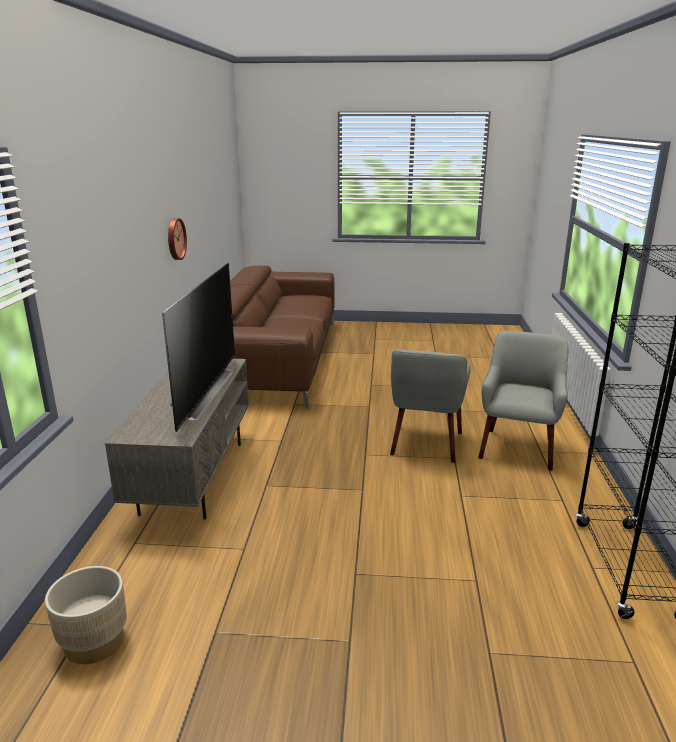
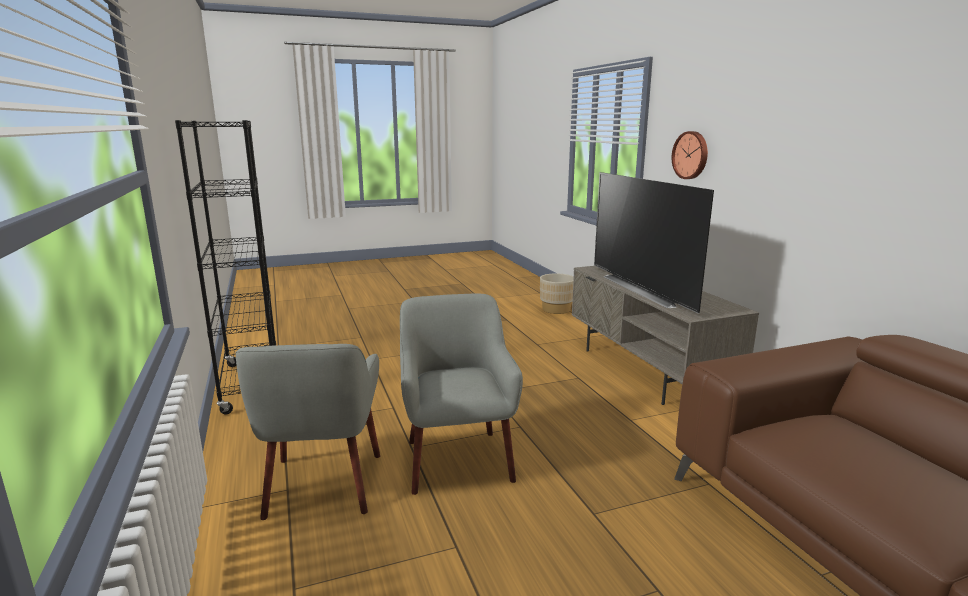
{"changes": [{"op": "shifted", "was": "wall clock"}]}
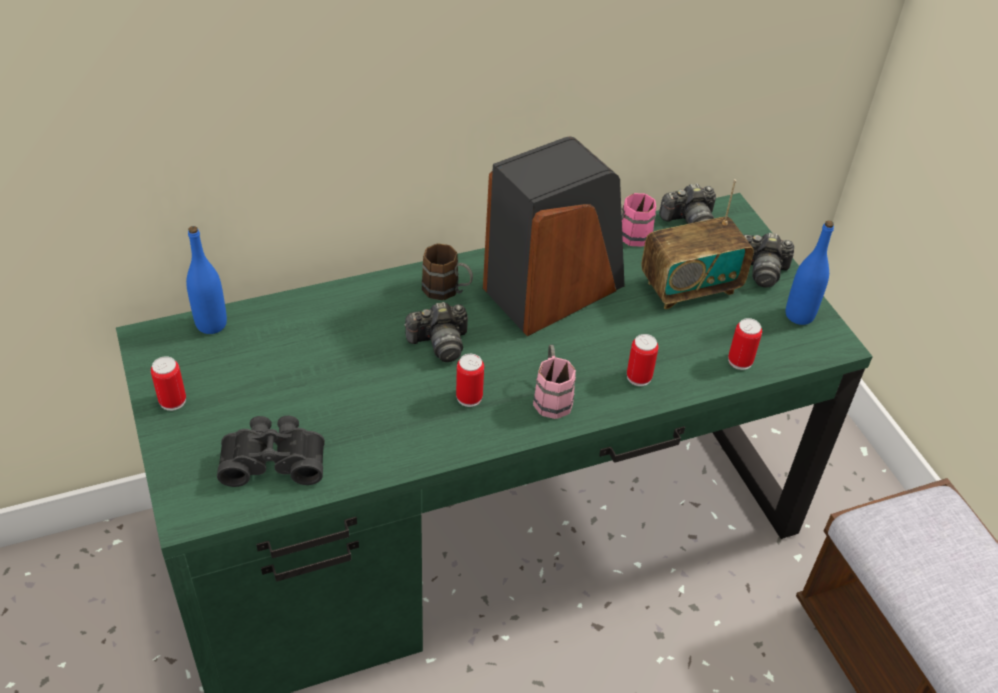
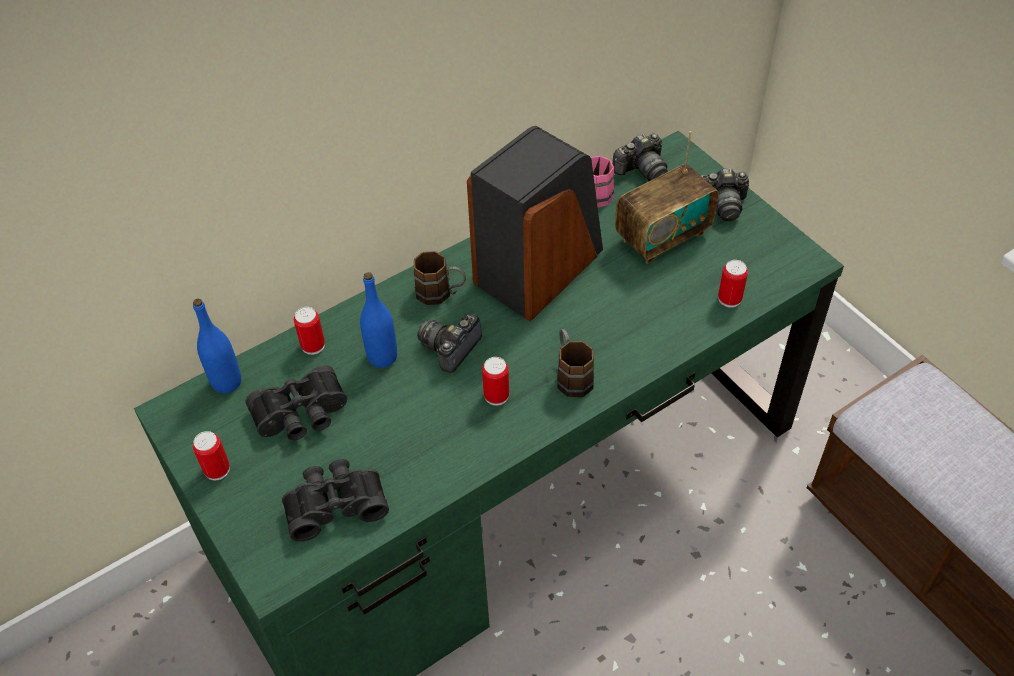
{"changes": [{"op": "rotated", "was": "photo camera (no. 1 from left)", "clockwise": 150}, {"op": "repainted", "was": "pink mug (no. 1 from left)", "now": "brown mug (no. 2 from left)"}, {"op": "shifted", "was": "can (no. 3 from left in the first image)", "now": "can (no. 2 from left)"}, {"op": "shifted", "was": "blue bottle (no. 2 from left)"}, {"op": "new", "now": "black binoculars (no. 1 from left)"}]}
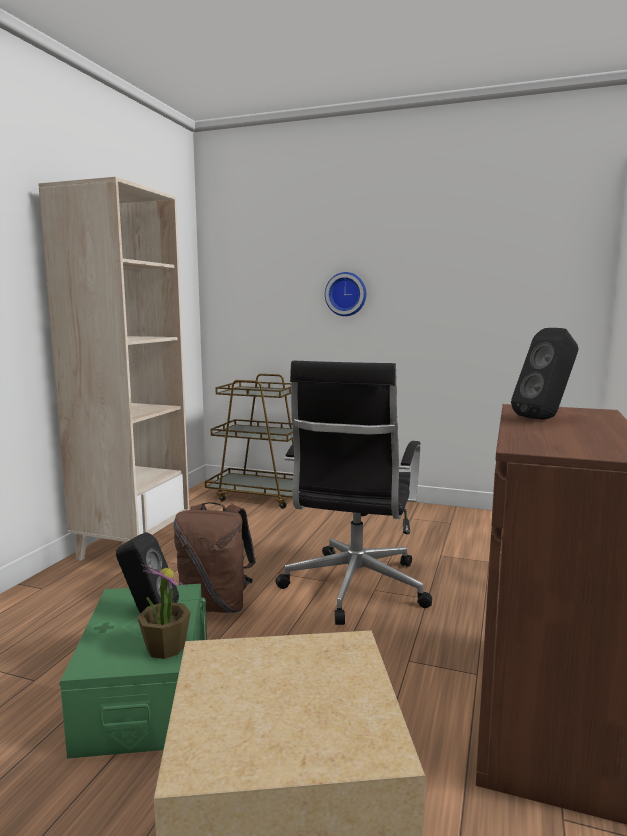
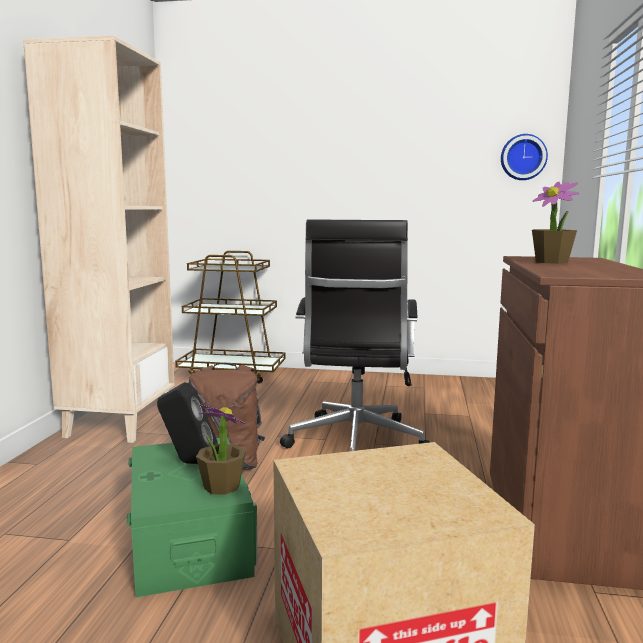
{"changes": [{"op": "shifted", "was": "wall clock"}, {"op": "swapped", "was": "black speaker (no. 2 from left)", "now": "potted plant (no. 2 from left)"}]}
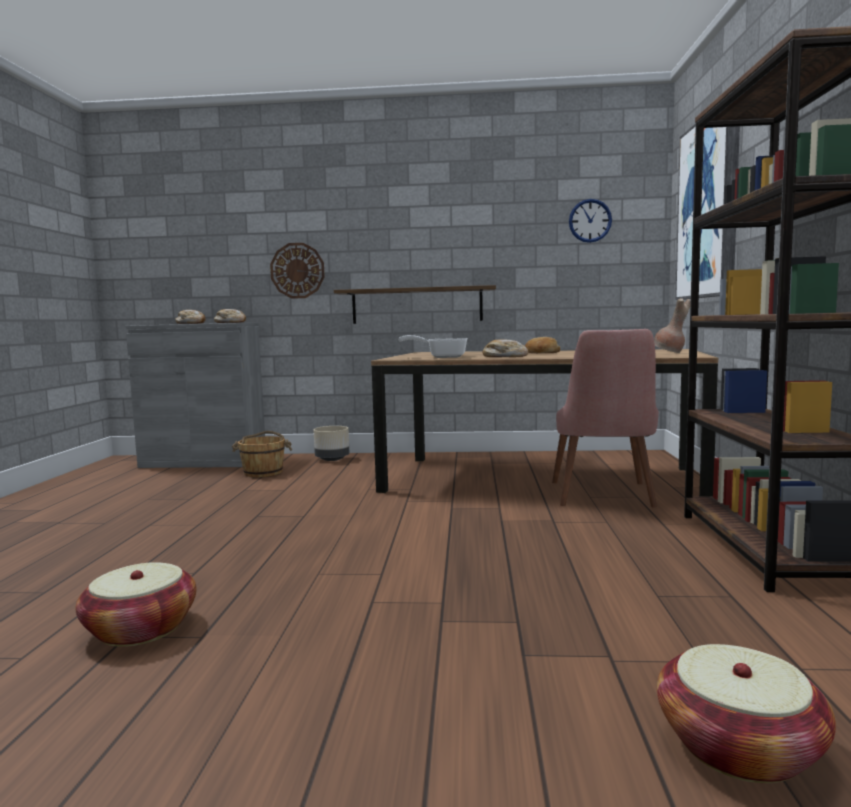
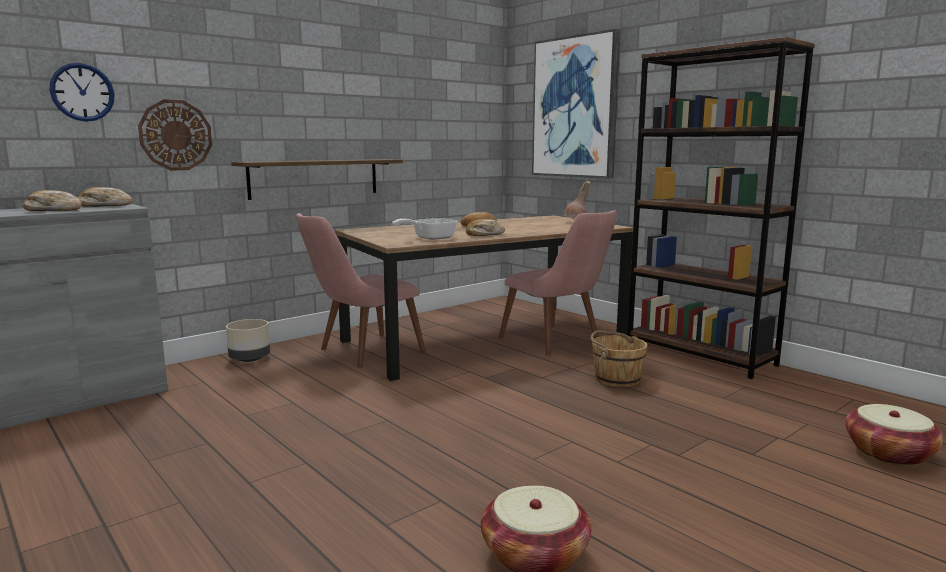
{"changes": [{"op": "shifted", "was": "brown bucket"}, {"op": "shifted", "was": "wall clock (no. 2 from left in the first image)", "now": "wall clock (no. 1 from left)"}, {"op": "new", "now": "pink chair (no. 1 from left)"}]}
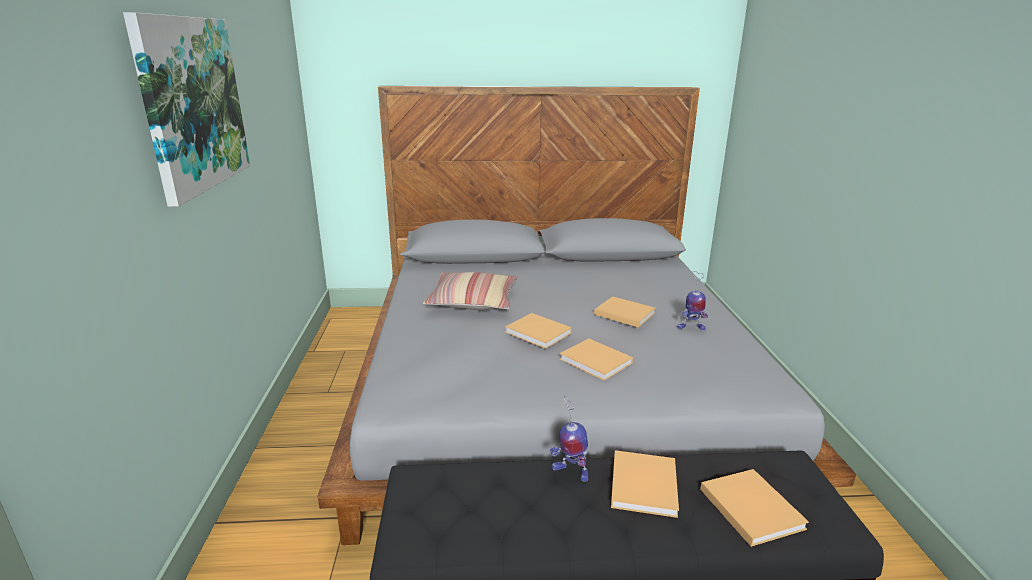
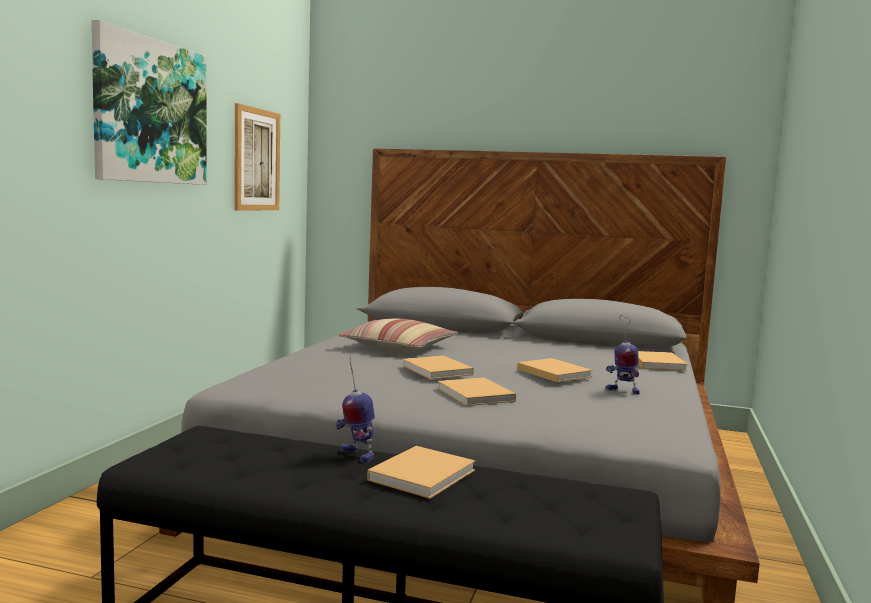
{"changes": [{"op": "shifted", "was": "beige book (no. 5 from left)"}, {"op": "new", "now": "picture (no. 2 from left)"}]}
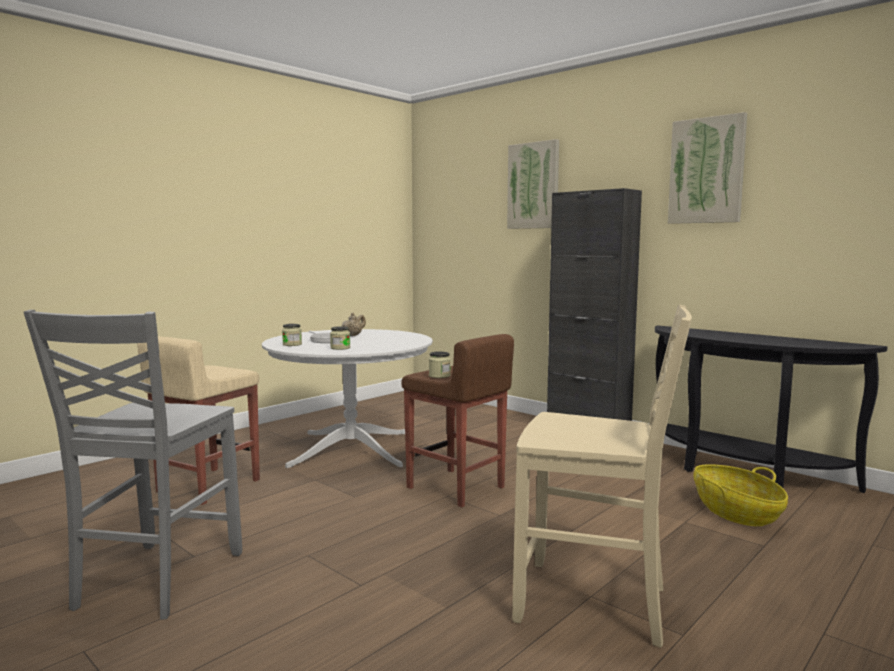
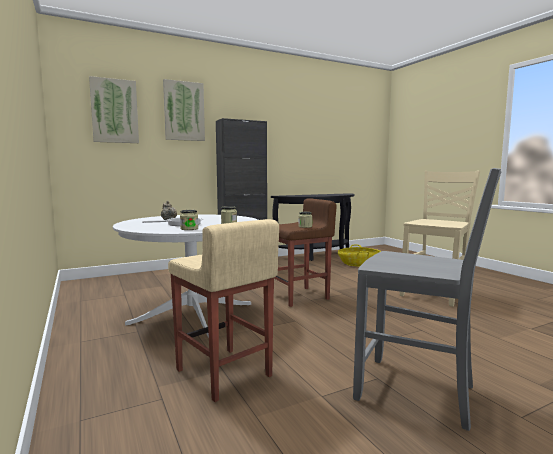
{"changes": [{"op": "shifted", "was": "picture (no. 2 from left in the first image)", "now": "picture (no. 1 from left)"}]}
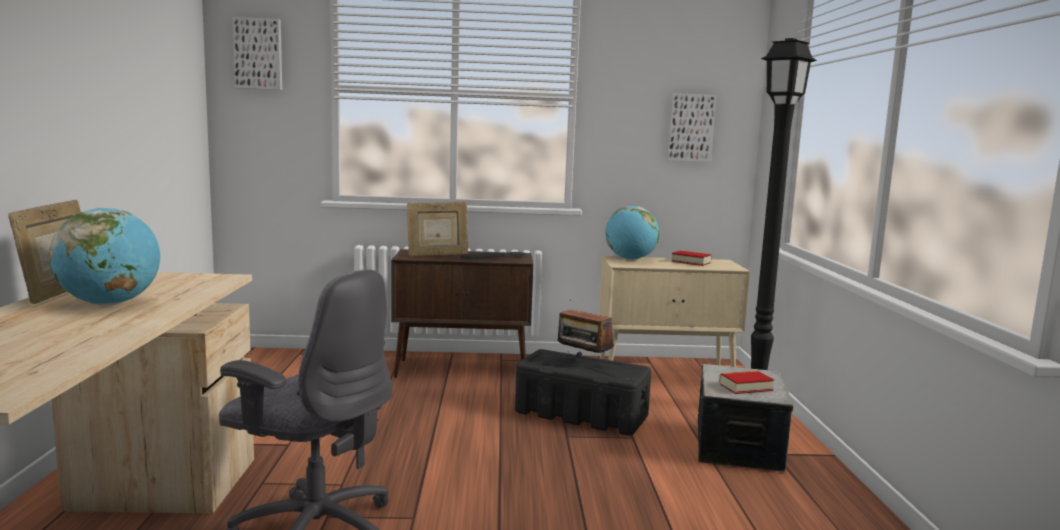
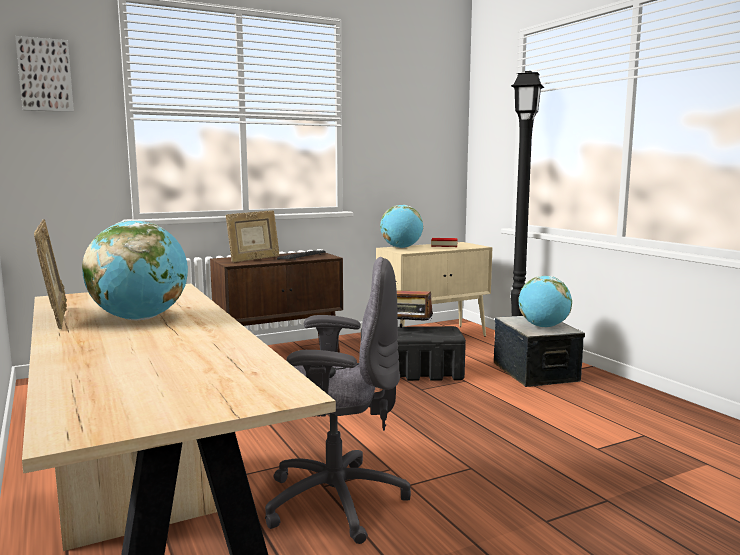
{"changes": [{"op": "gone", "was": "picture (no. 2 from left)"}, {"op": "swapped", "was": "book (no. 2 from left)", "now": "globe (no. 3 from left)"}]}
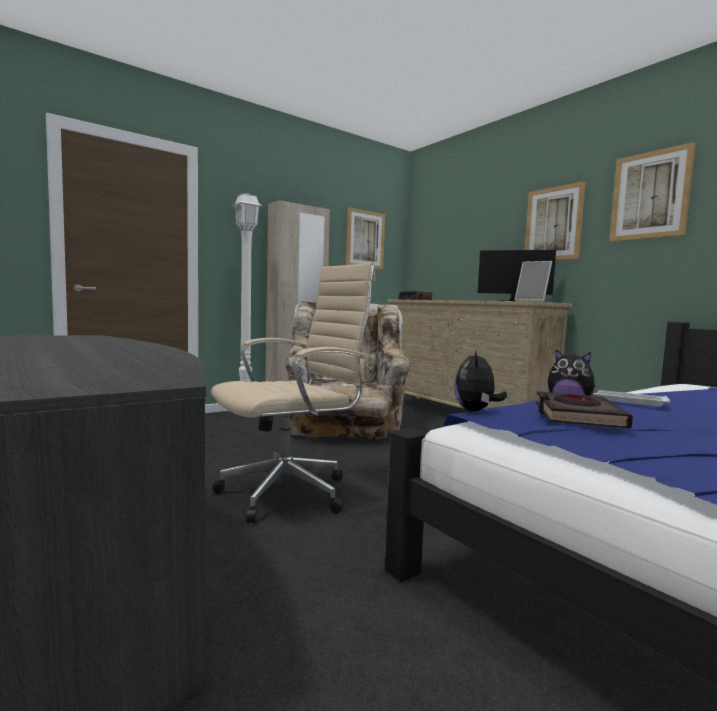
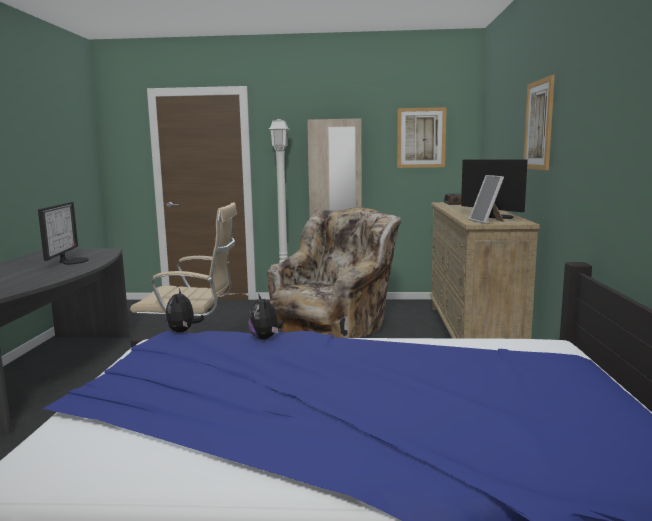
{"changes": [{"op": "rotated", "was": "plush toy (no. 1 from left)", "clockwise": -60}, {"op": "gone", "was": "black book"}, {"op": "gone", "was": "white tray"}, {"op": "gone", "was": "picture (no. 3 from left)"}, {"op": "new", "now": "monitor (no. 1 from left)"}]}
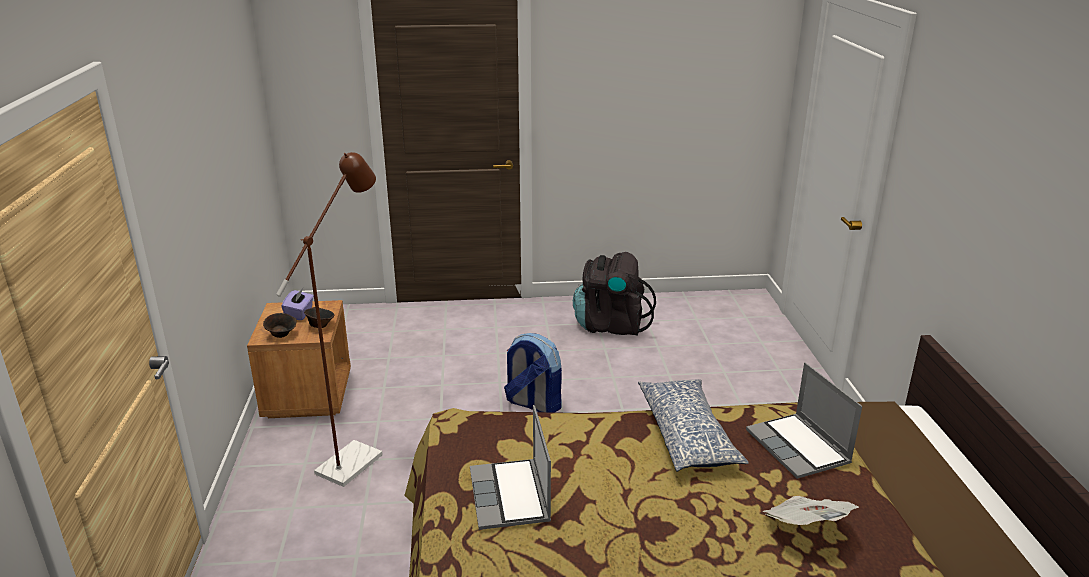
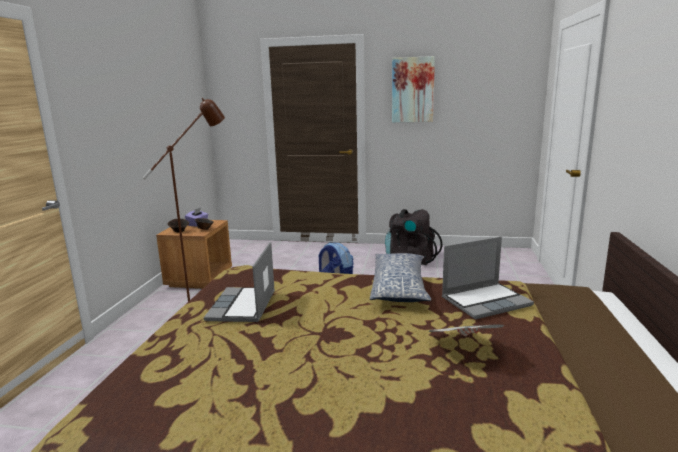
{"changes": [{"op": "rotated", "was": "laptop (no. 2 from left)", "clockwise": -105}, {"op": "new", "now": "picture"}]}
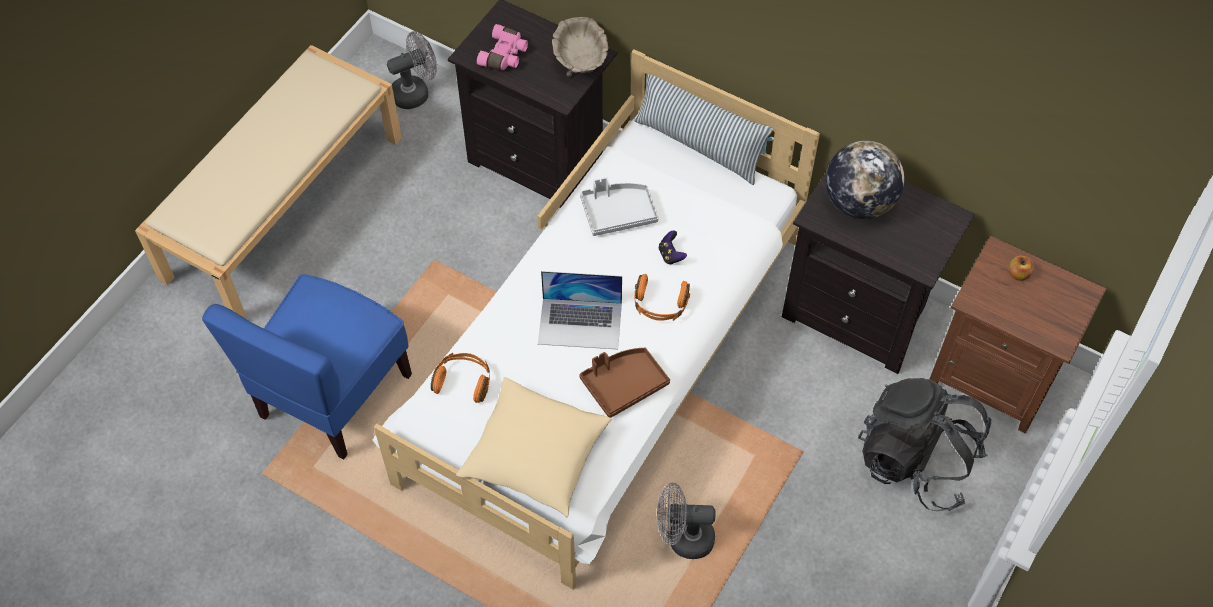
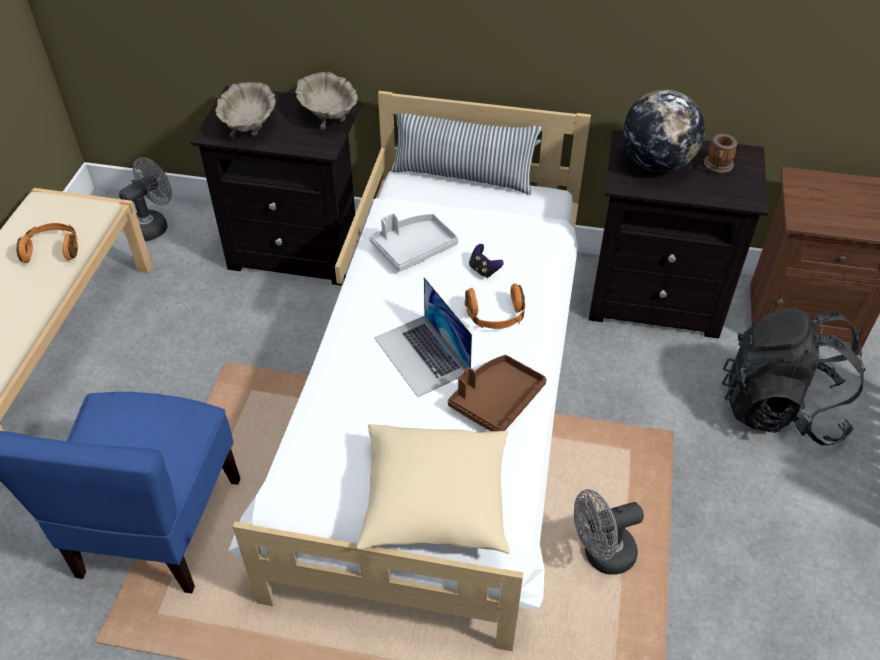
{"changes": [{"op": "shifted", "was": "orange headphones (no. 1 from left)"}, {"op": "swapped", "was": "pink binoculars", "now": "beige bowl (no. 1 from left)"}, {"op": "rotated", "was": "laptop", "clockwise": 75}, {"op": "gone", "was": "apple"}, {"op": "new", "now": "mug"}]}
